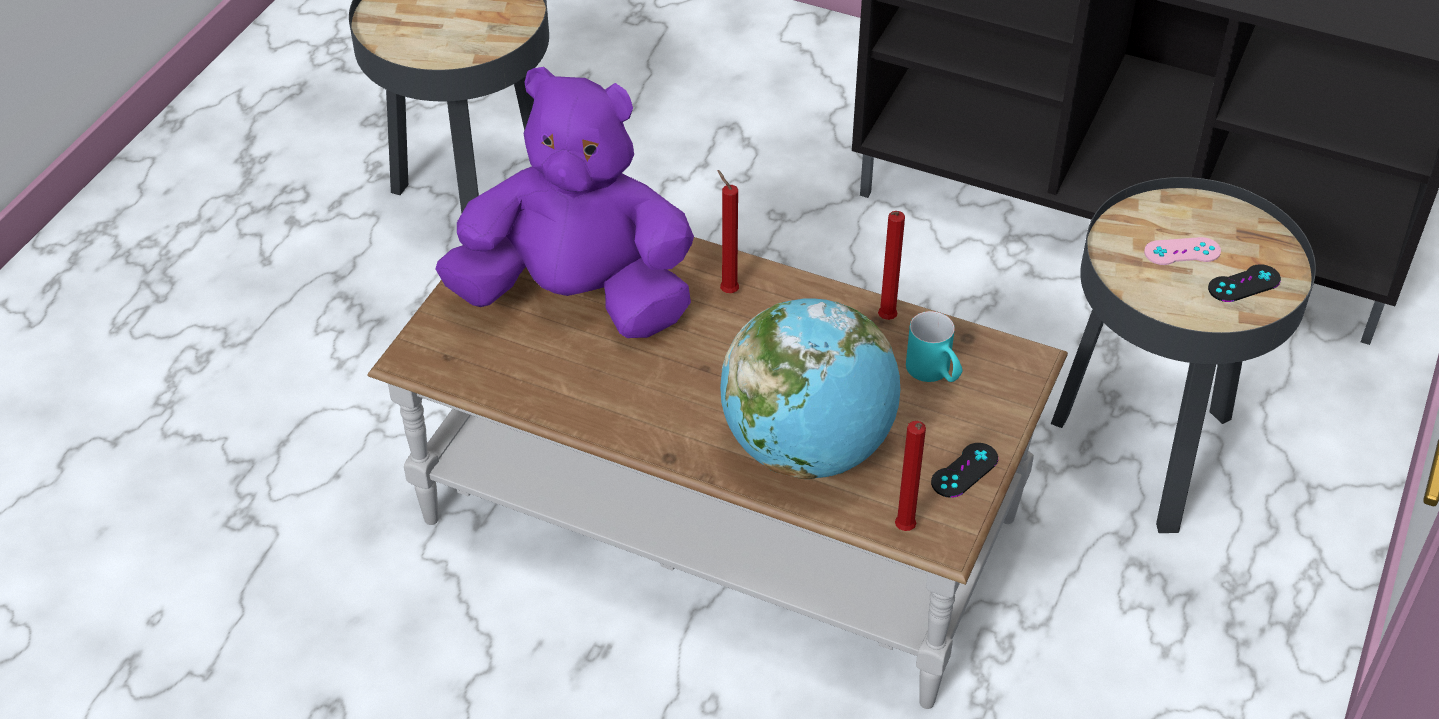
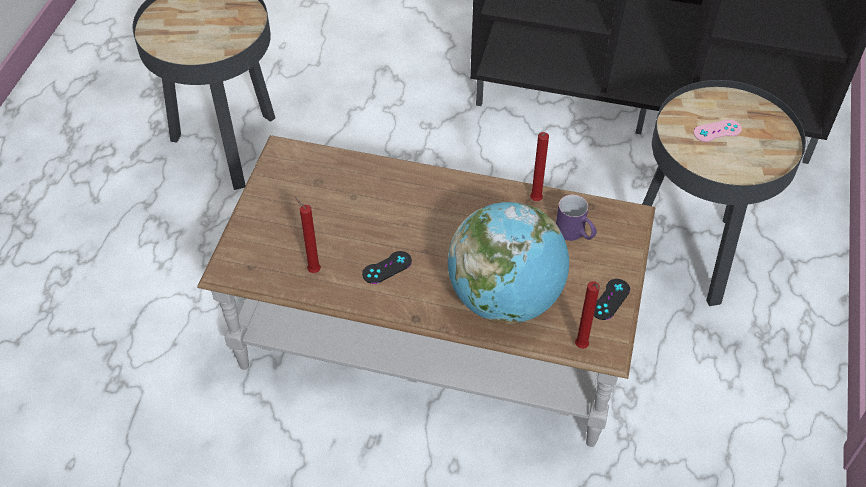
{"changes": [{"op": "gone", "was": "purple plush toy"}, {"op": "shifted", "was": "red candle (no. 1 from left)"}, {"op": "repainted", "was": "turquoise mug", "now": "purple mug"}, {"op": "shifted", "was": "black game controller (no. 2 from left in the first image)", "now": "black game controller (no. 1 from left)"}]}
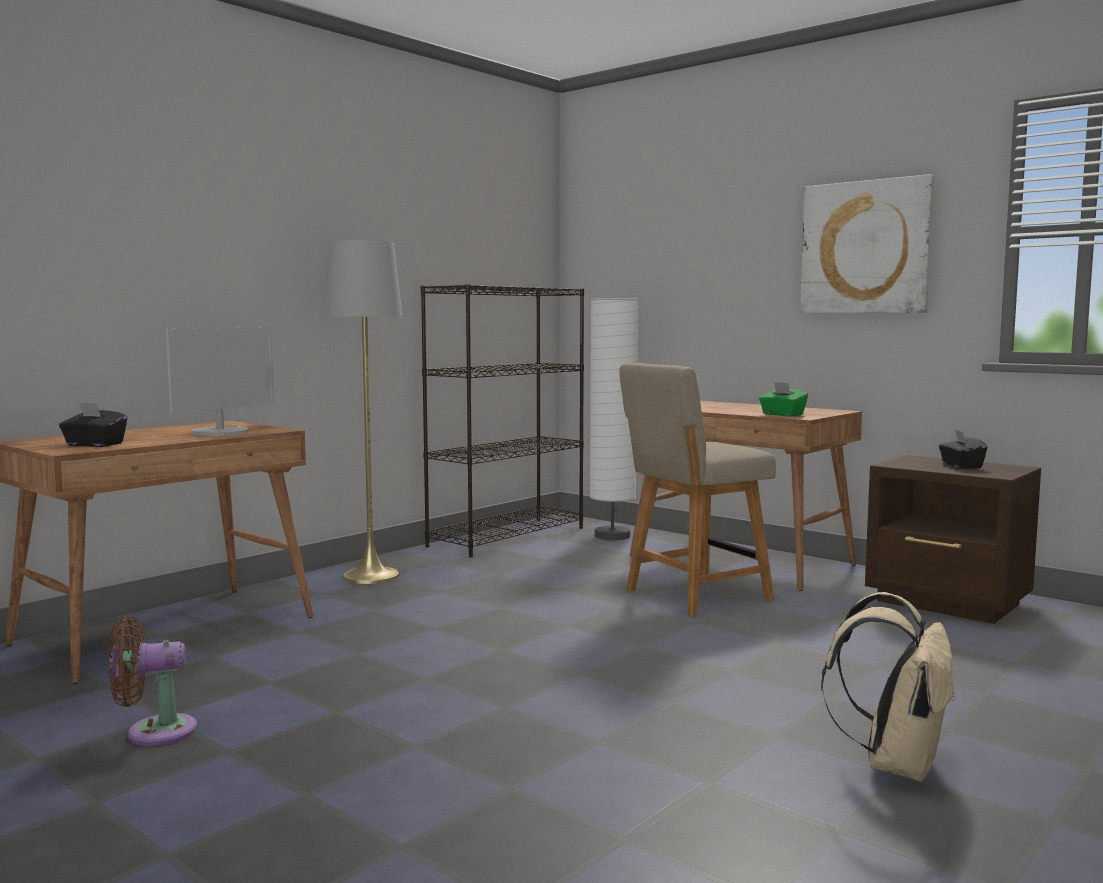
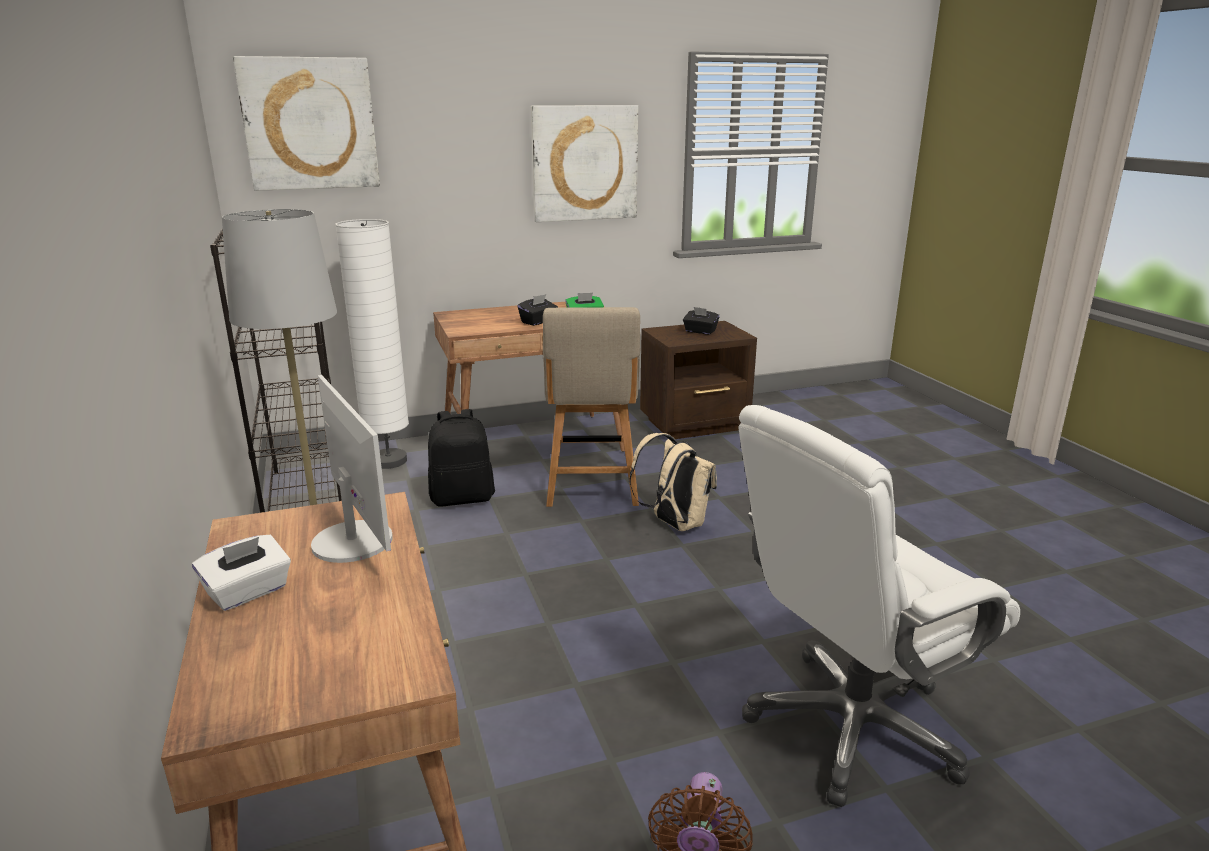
{"changes": [{"op": "shifted", "was": "black tissue box (no. 1 from left)"}, {"op": "shifted", "was": "beige backpack"}, {"op": "new", "now": "white tissue box"}, {"op": "new", "now": "picture (no. 1 from left)"}, {"op": "new", "now": "black backpack"}, {"op": "new", "now": "white office chair"}]}
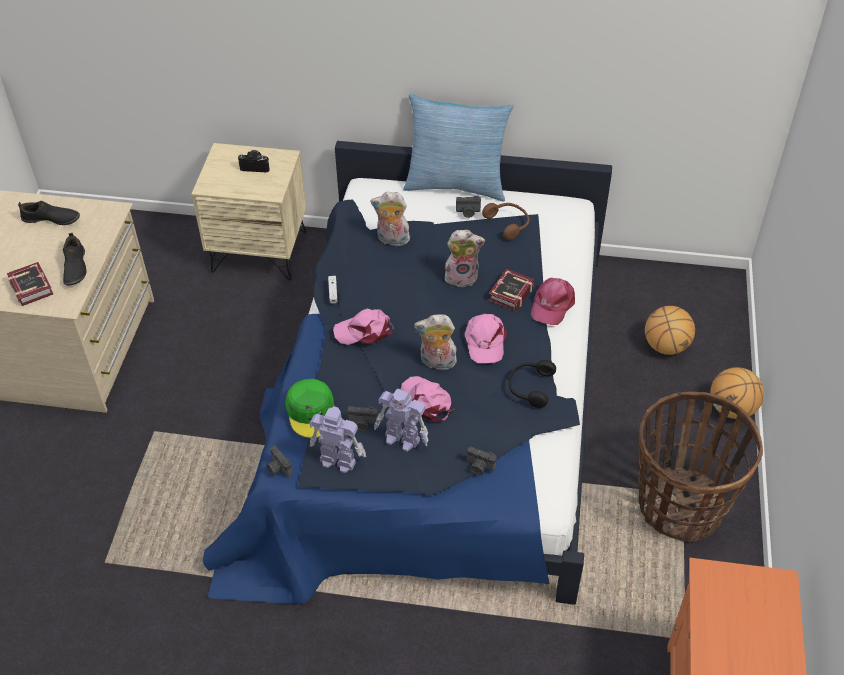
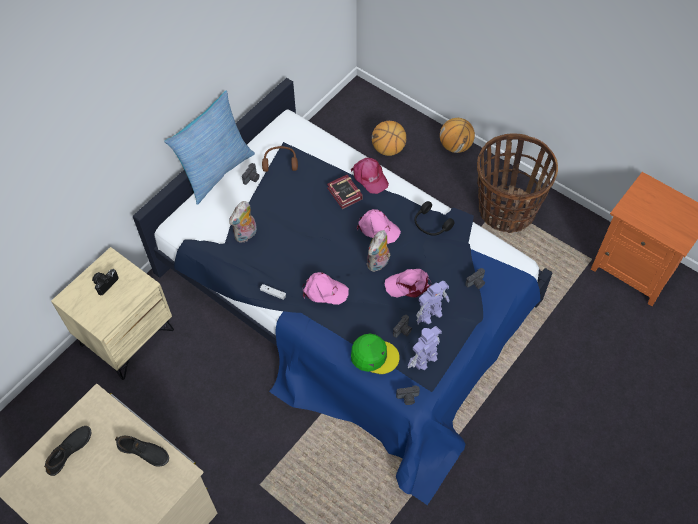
{"changes": [{"op": "gone", "was": "book (no. 1 from left)"}, {"op": "rotated", "was": "pink cap (no. 1 from left)", "clockwise": -105}, {"op": "gone", "was": "plush toy (no. 3 from left)"}]}
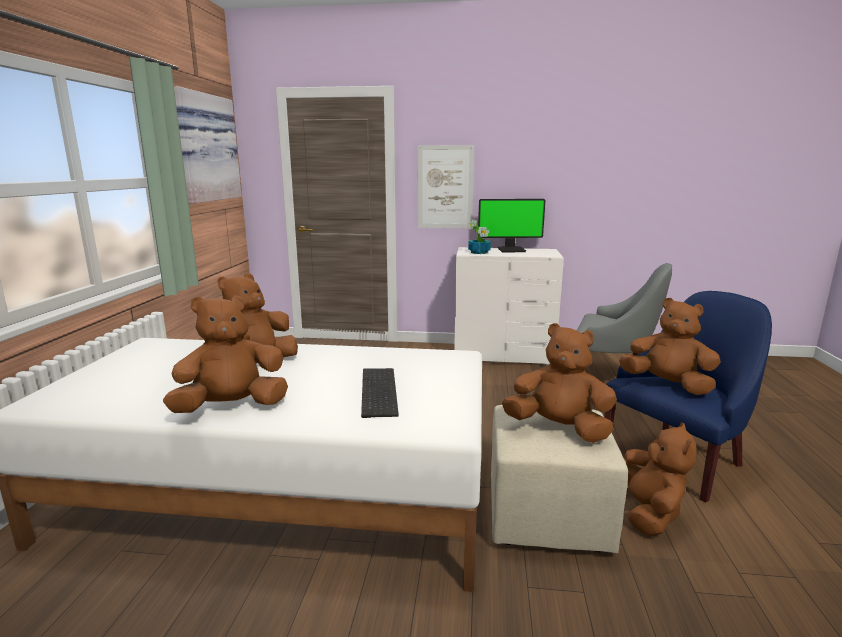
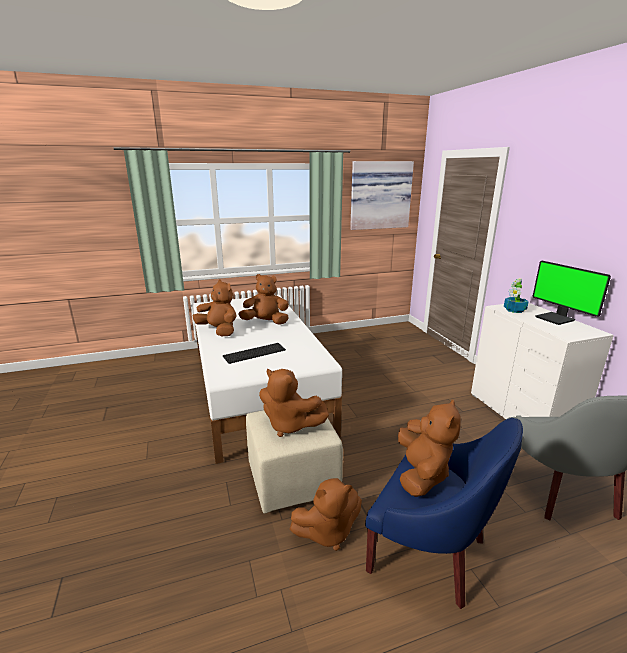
{"changes": [{"op": "gone", "was": "picture (no. 2 from left)"}, {"op": "rotated", "was": "brown plush toy (no. 3 from left)", "clockwise": 120}]}
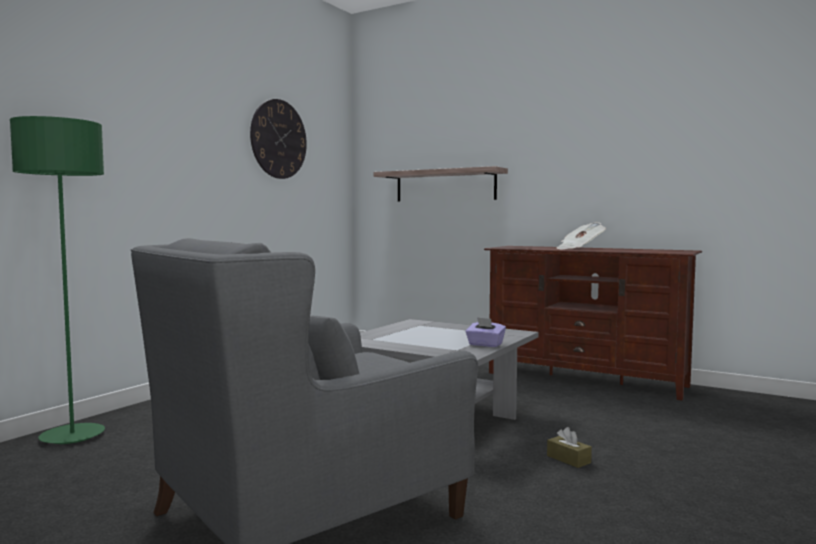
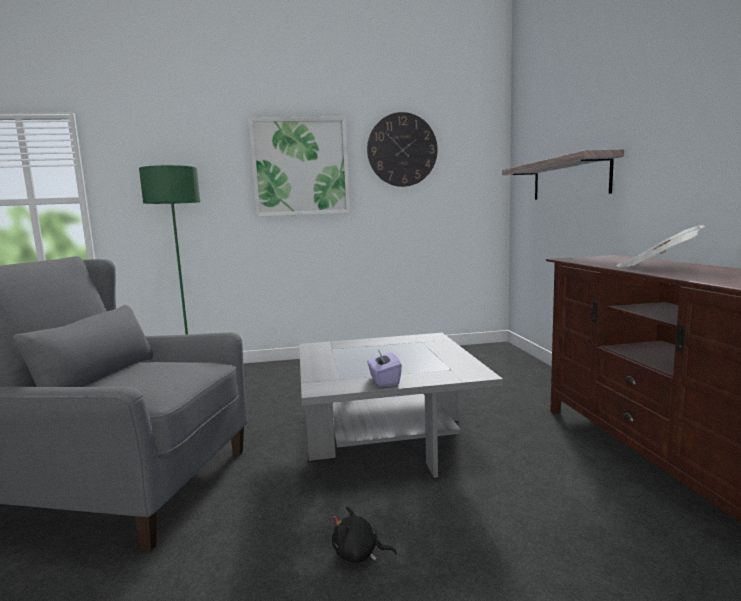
{"changes": [{"op": "swapped", "was": "brown tissue box", "now": "black plush toy"}, {"op": "new", "now": "picture"}]}
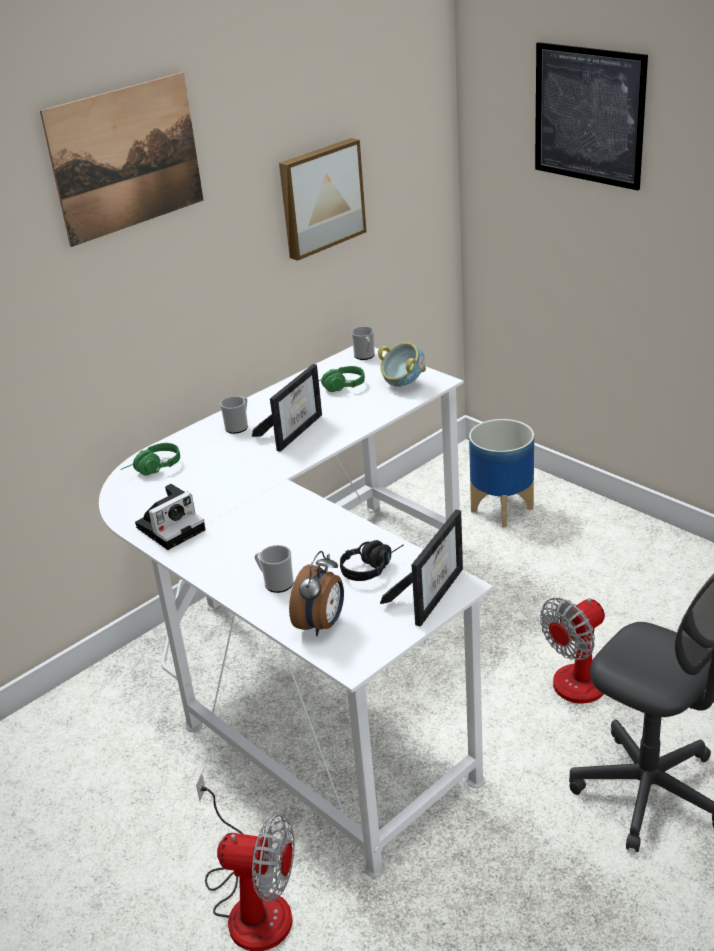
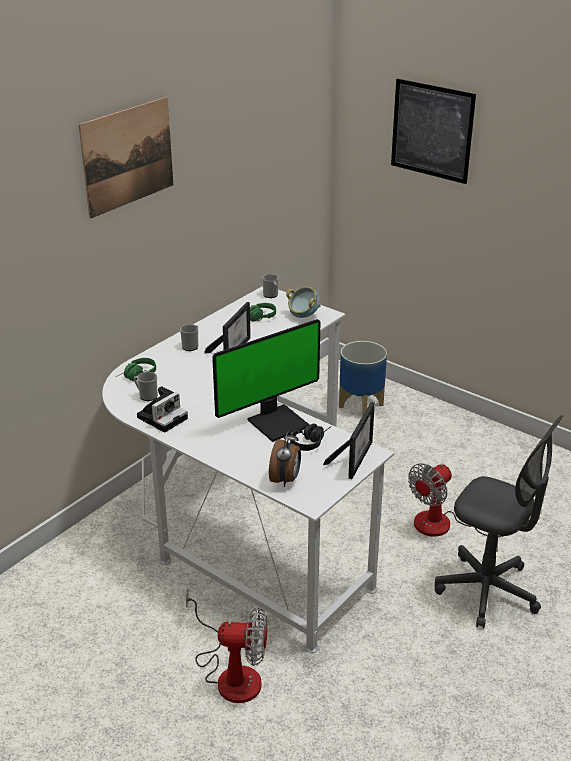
{"changes": [{"op": "shifted", "was": "mug (no. 2 from left in the first image)", "now": "mug (no. 1 from left)"}, {"op": "gone", "was": "picture (no. 2 from left)"}, {"op": "new", "now": "monitor"}]}
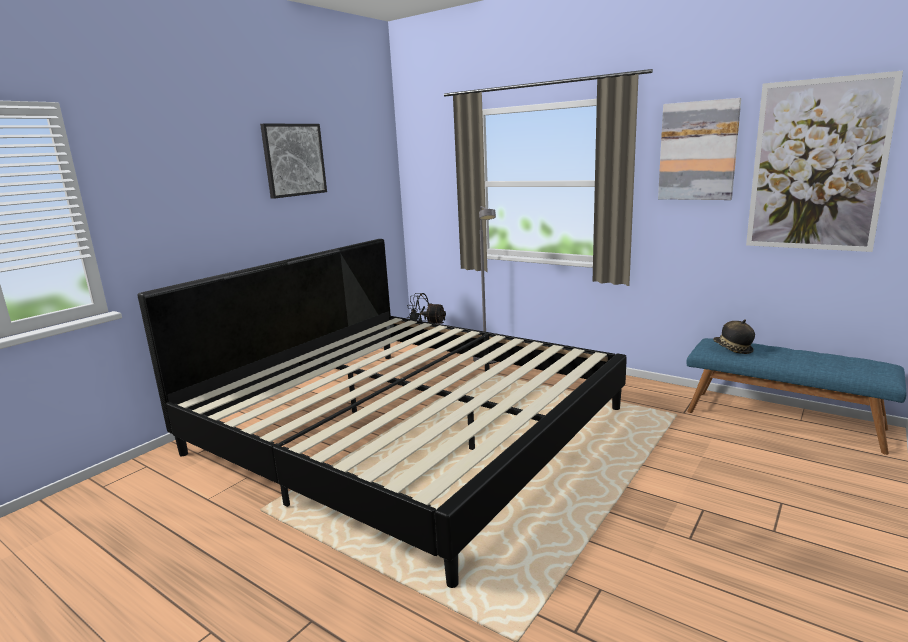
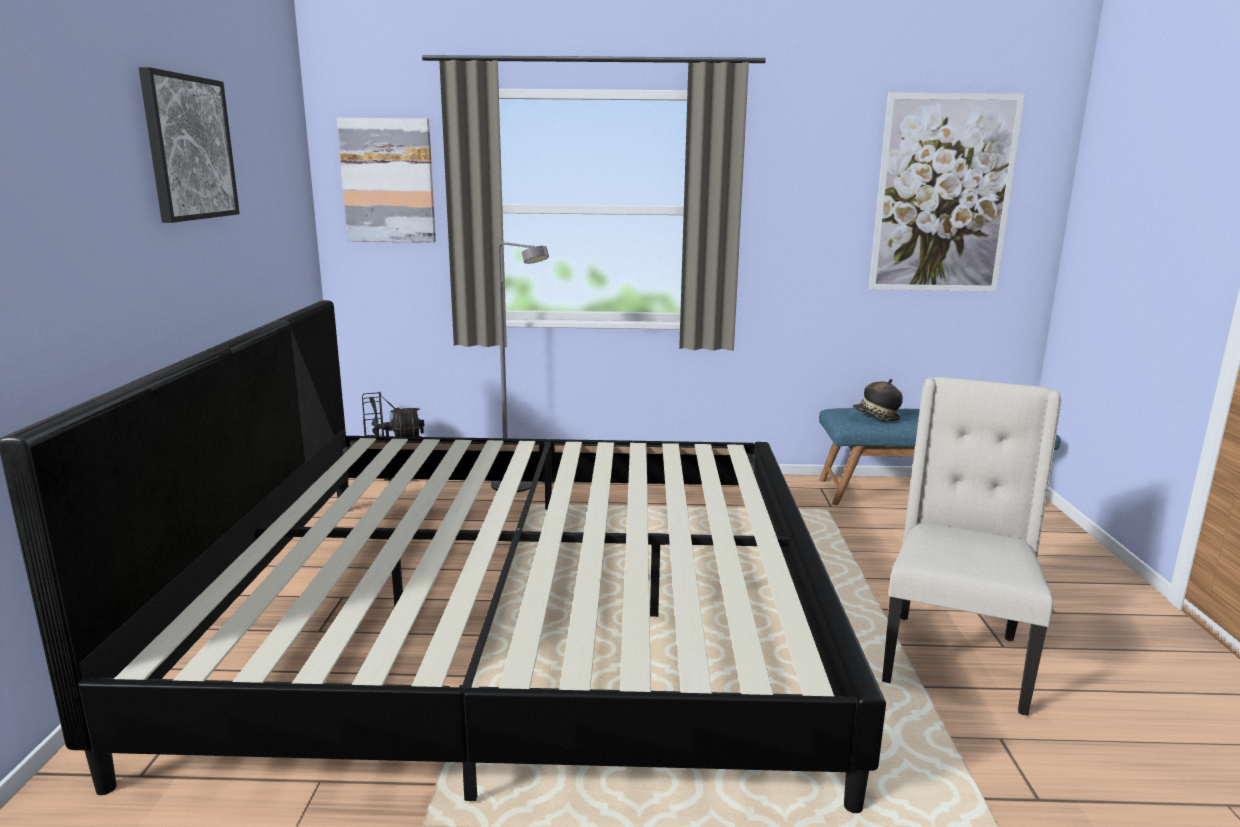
{"changes": [{"op": "shifted", "was": "picture (no. 2 from left)"}, {"op": "new", "now": "beige chair"}]}
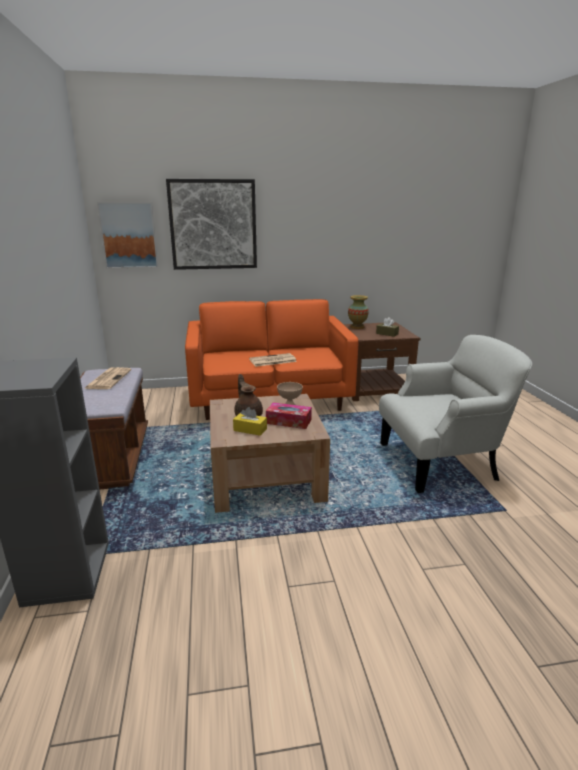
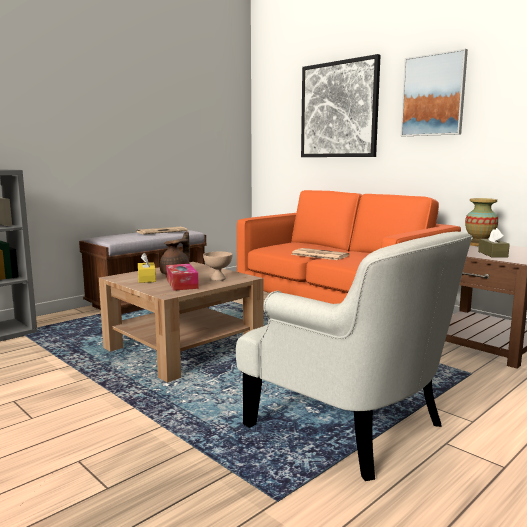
{"changes": [{"op": "shifted", "was": "picture (no. 1 from left in the first image)", "now": "picture (no. 2 from left)"}]}
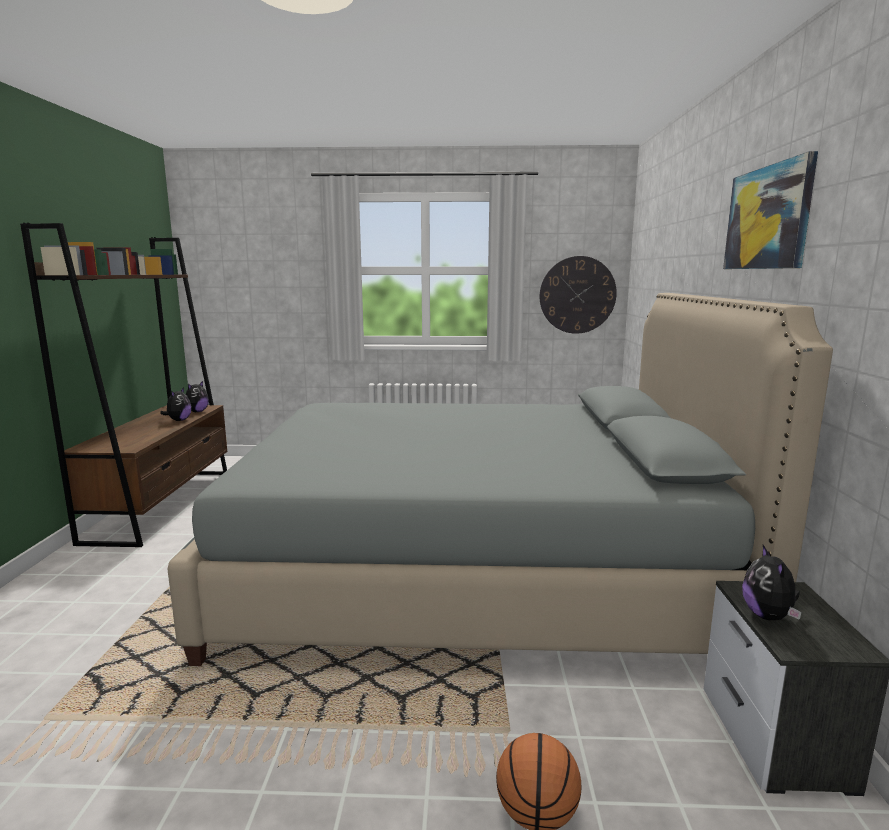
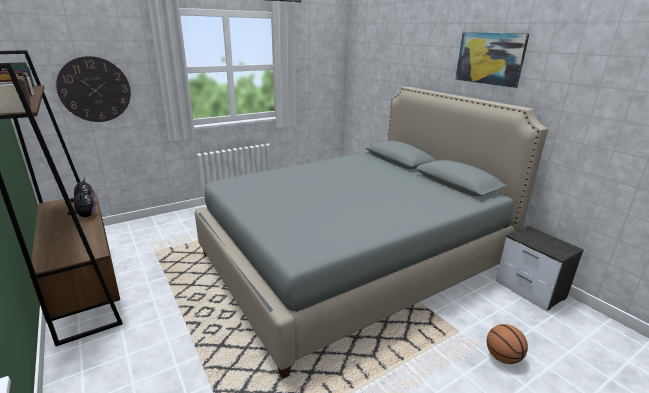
{"changes": [{"op": "shifted", "was": "wall clock"}, {"op": "gone", "was": "plush toy (no. 3 from left)"}]}
